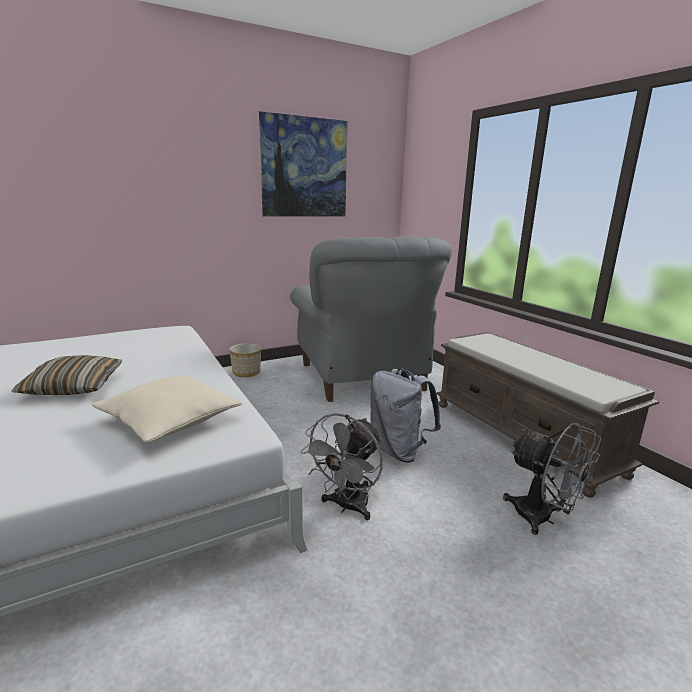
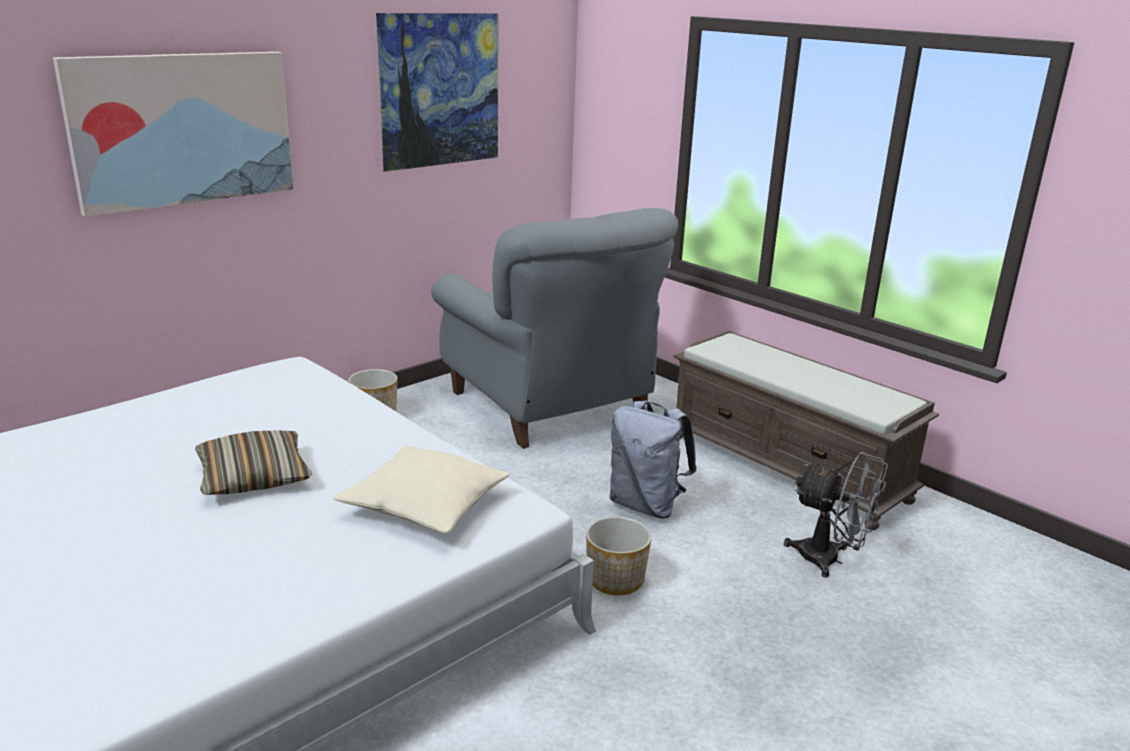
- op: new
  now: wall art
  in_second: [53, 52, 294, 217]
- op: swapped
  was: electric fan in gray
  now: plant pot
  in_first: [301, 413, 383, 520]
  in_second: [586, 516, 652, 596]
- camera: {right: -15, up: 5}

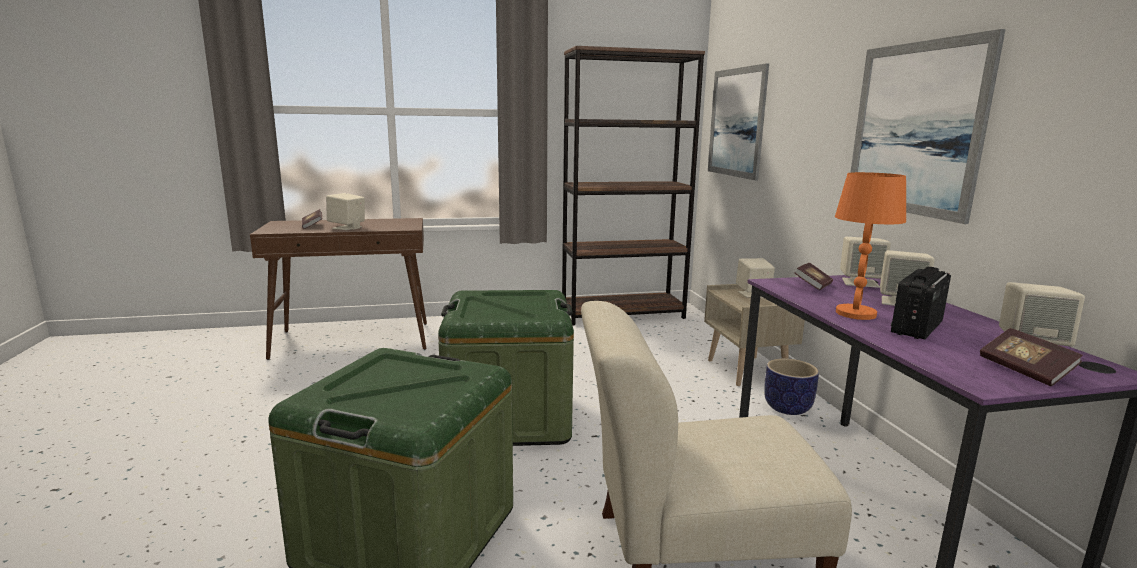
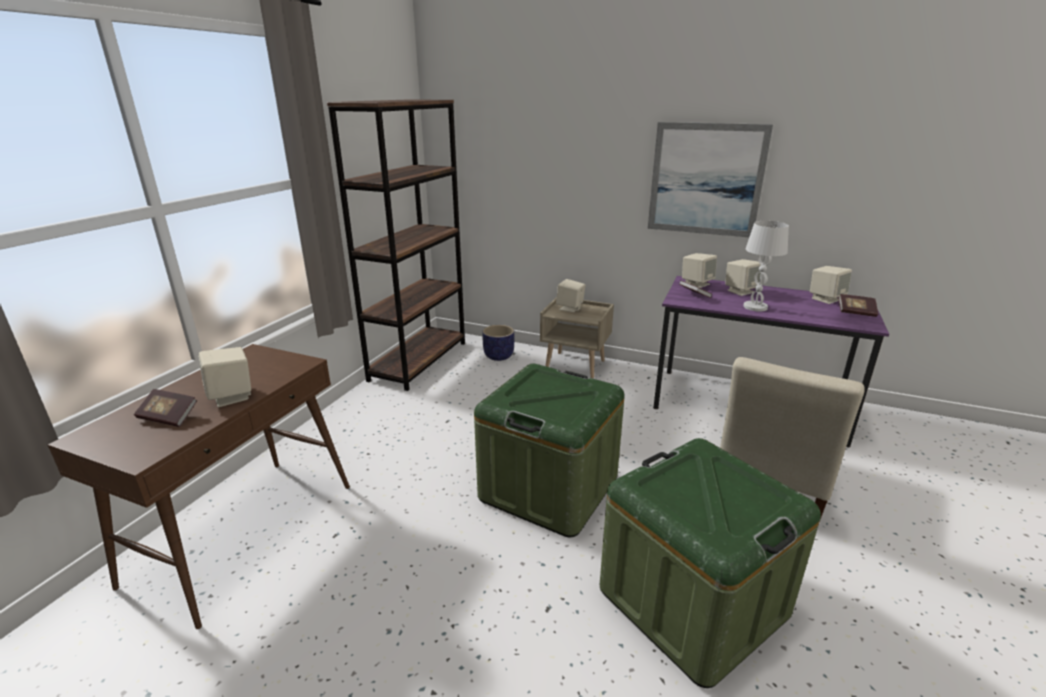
- op: gone
  was: wall art
  in_first: [708, 63, 769, 180]
- op: gone
  was: radio set
  in_first: [891, 267, 951, 339]
- op: shifted
  was: plant pot
  in_first: [764, 358, 819, 415]
  in_second: [482, 325, 514, 361]
- op: repainted
  was: tabletop lamp in orange-coloured
  now: tabletop lamp in white-coloured
  in_first: [835, 172, 906, 320]
  in_second: [743, 221, 789, 312]
- camera: {right: -55, up: 10}

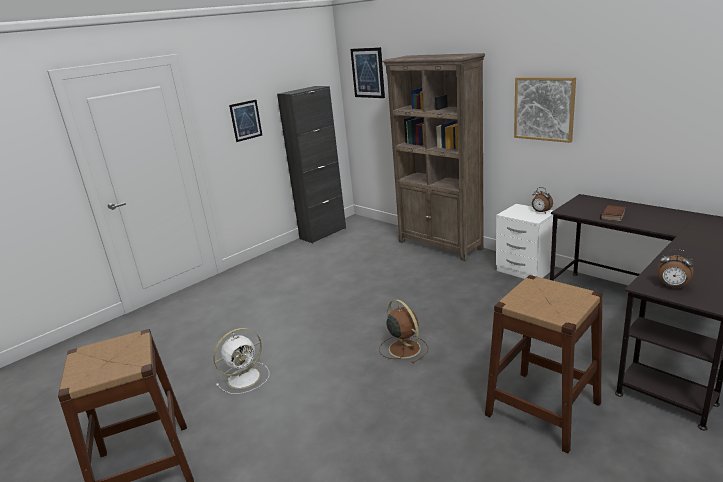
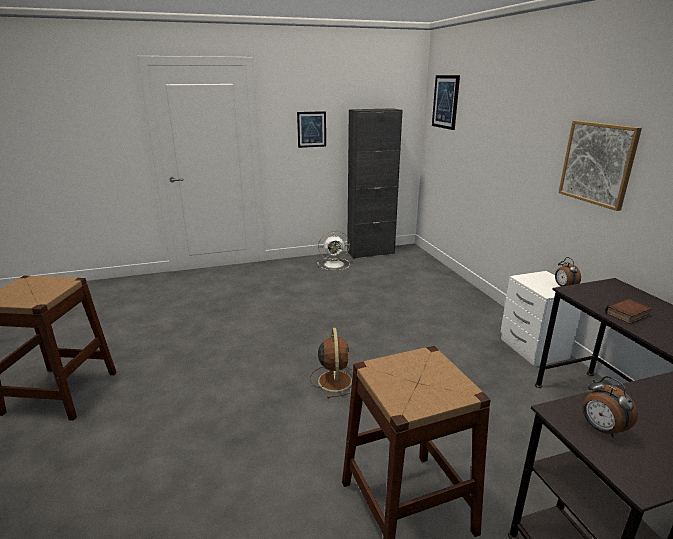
- op: gone
  was: shelving unit in brown-coloured
  in_first: [382, 53, 485, 261]
- op: shifted
  was: electric fan in white-coloured
  in_first: [213, 328, 269, 394]
  in_second: [317, 230, 350, 270]
- camera: {right: 25, up: 0}

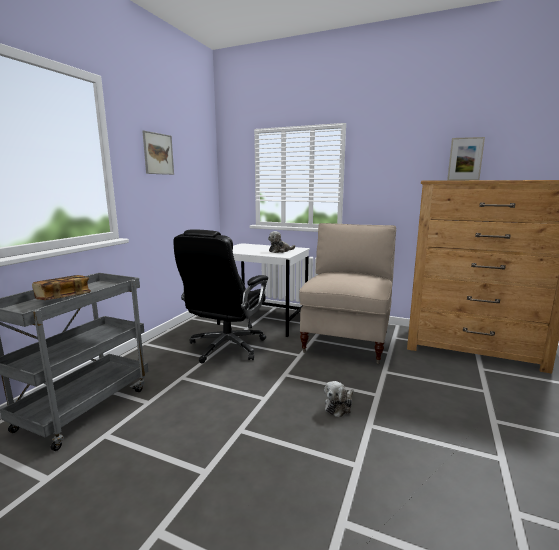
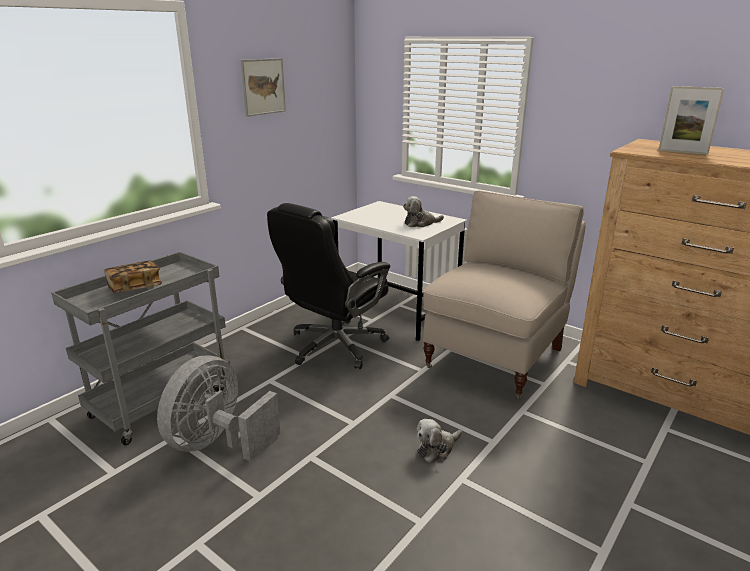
- op: new
  now: electric fan in gray
  in_second: [157, 355, 280, 461]
- camera: {right: 15, up: 10}

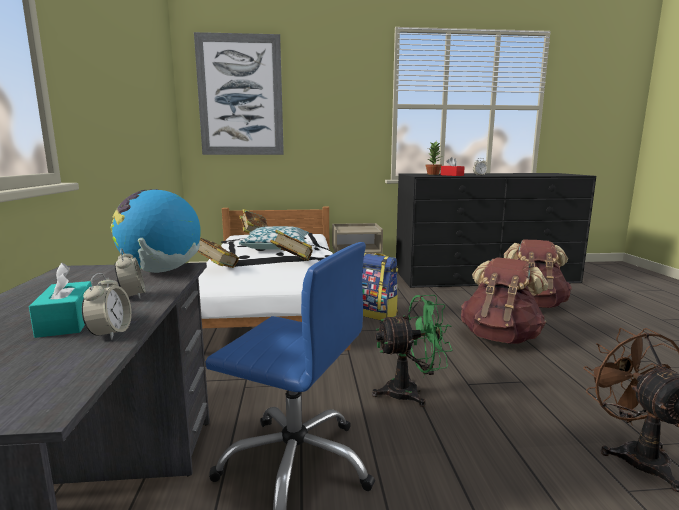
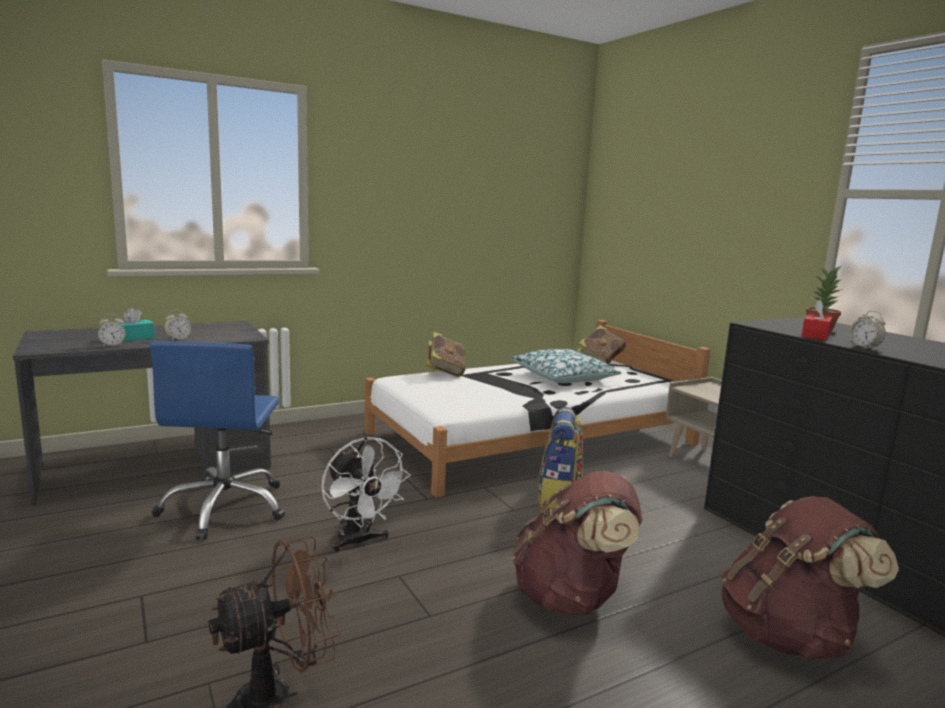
- op: gone
  was: globe
  in_first: [111, 189, 201, 273]
- op: gone
  was: wall art
  in_first: [194, 32, 284, 155]
- op: gone
  was: volume
  in_first: [270, 230, 313, 261]
- op: repainted
  was: electric fan in greenish
  now: electric fan in white-coloured
  in_first: [372, 295, 452, 407]
  in_second: [321, 437, 410, 552]
- camera: {right: 65, up: 0}

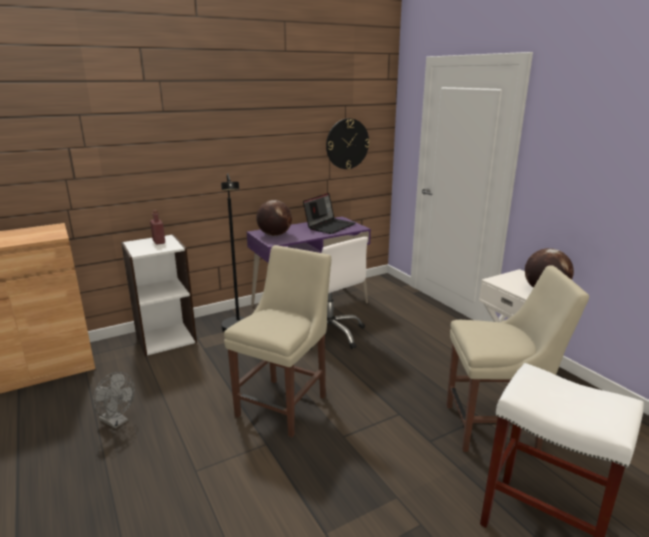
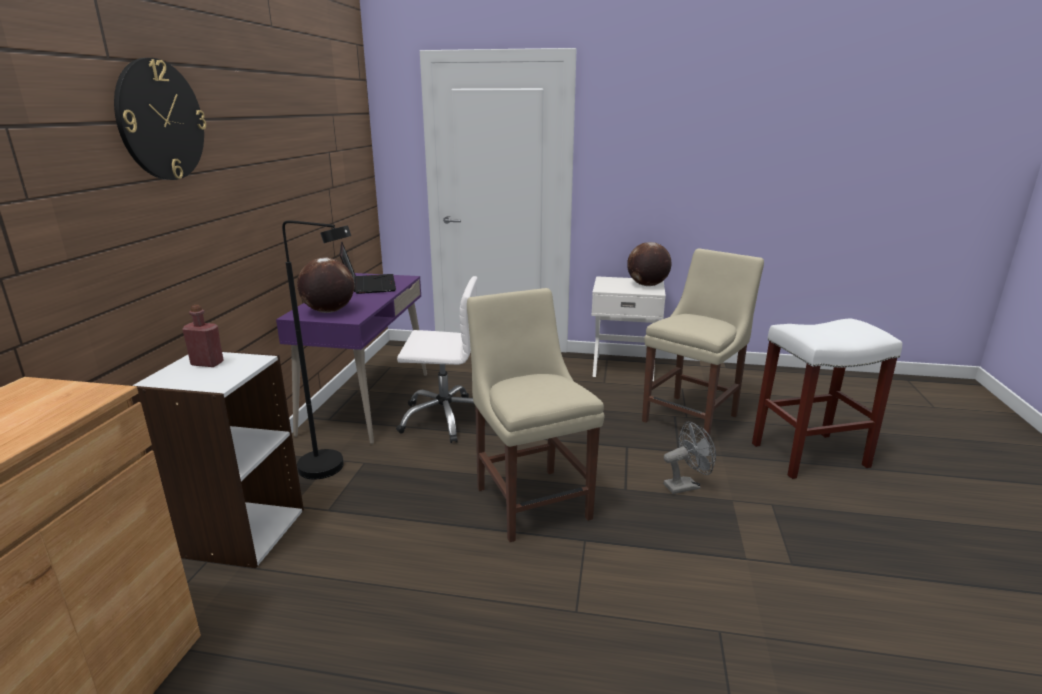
- op: shifted
  was: electric fan in gray
  in_first: [93, 372, 135, 429]
  in_second: [663, 422, 716, 494]
- op: shifted
  was: wall clock
  in_first: [326, 118, 370, 169]
  in_second: [114, 58, 206, 180]
- camera: {right: -50, up: 0}

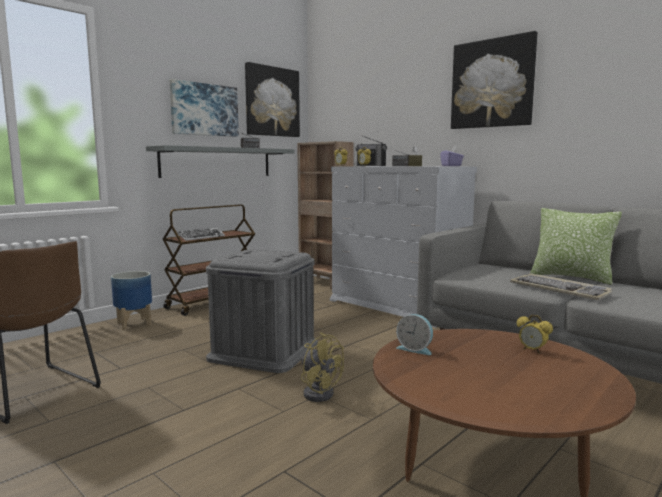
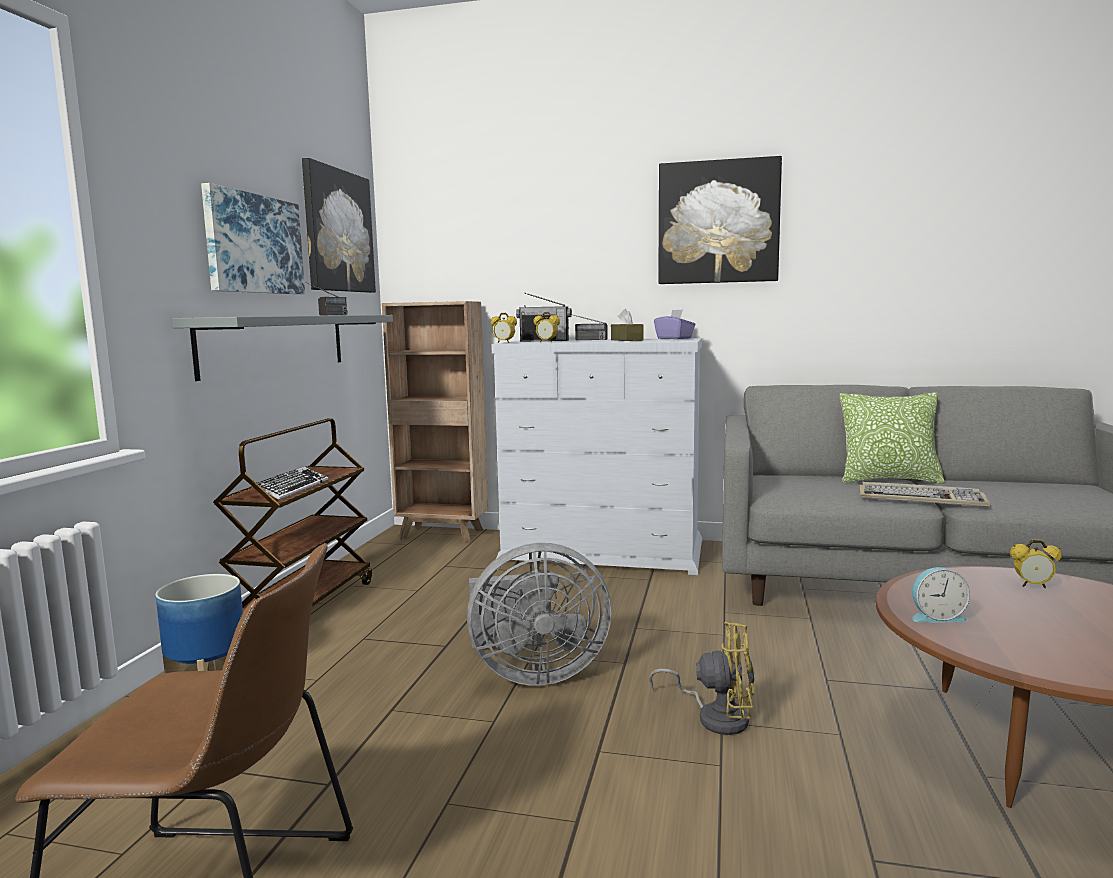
- op: swapped
  was: storage container in gray
  now: electric fan in gray
  in_first: [206, 249, 318, 373]
  in_second: [467, 543, 611, 686]
- camera: {right: -30, up: 0}

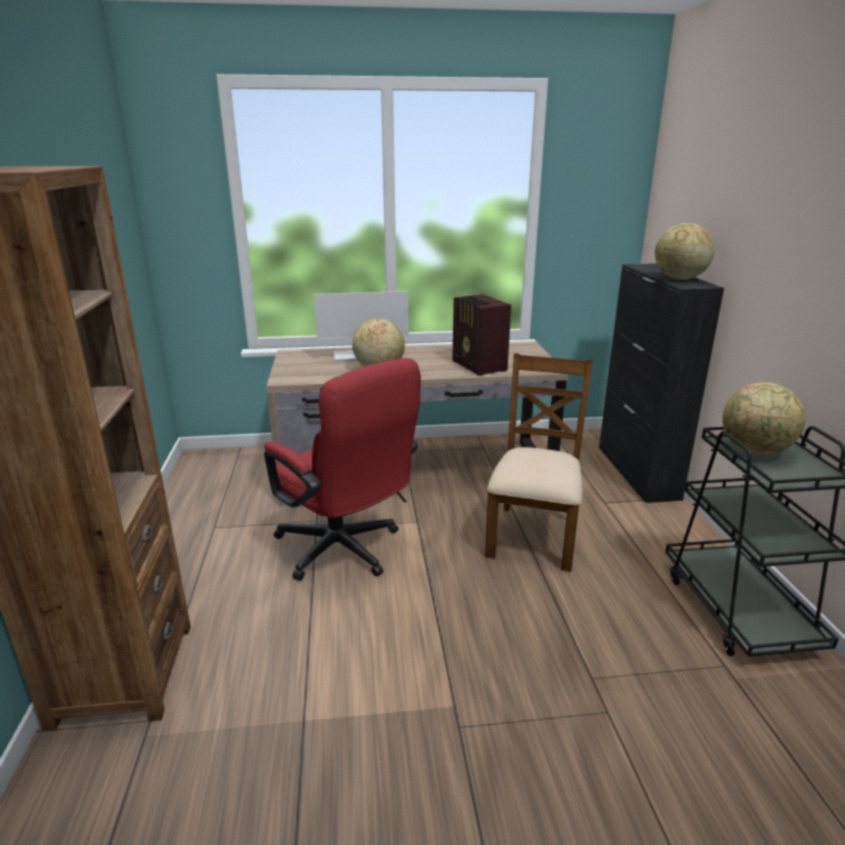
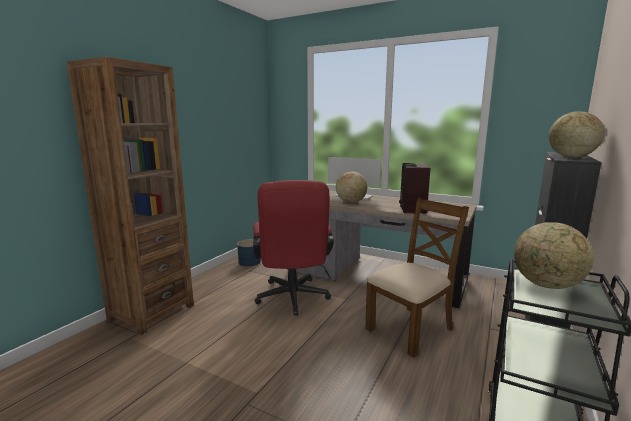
- op: new
  now: plant pot in blue-coloured
  in_second: [237, 239, 261, 266]
- camera: {right: 35, up: -10}

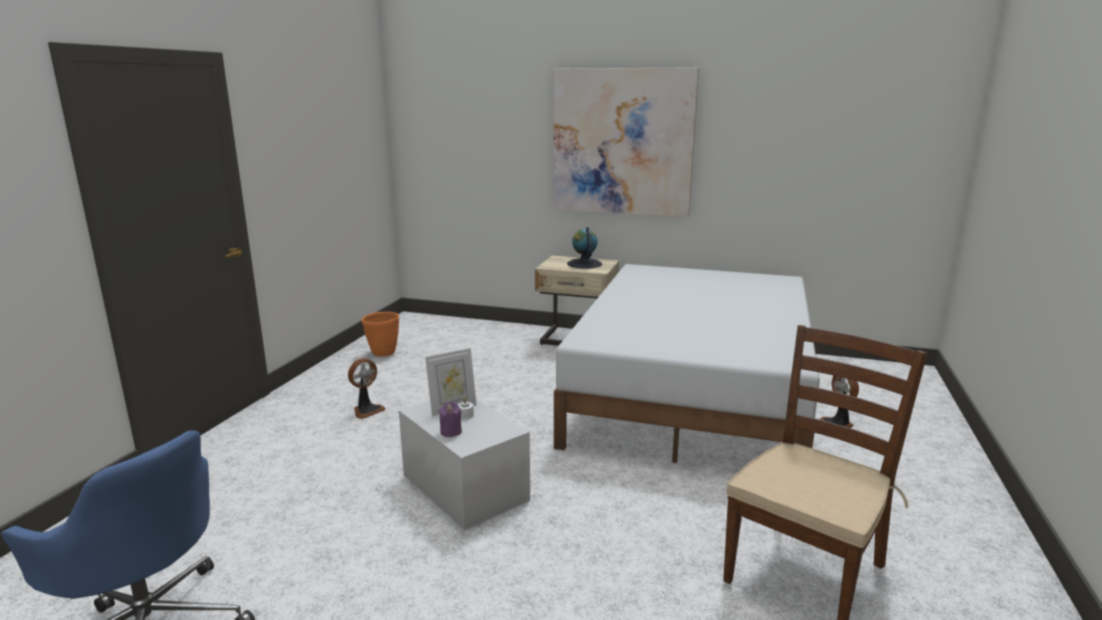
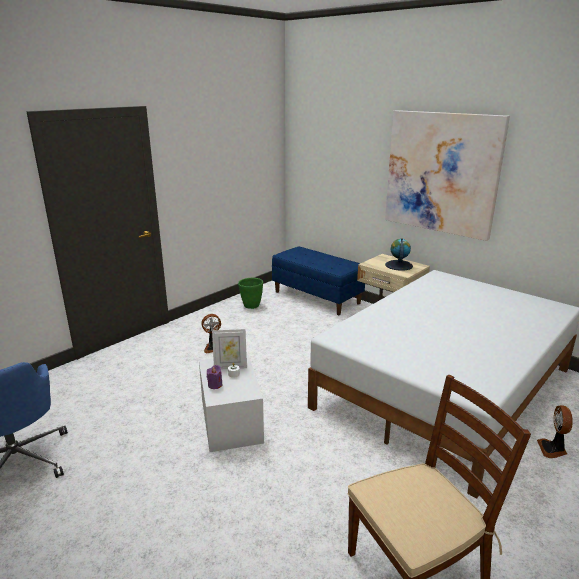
- op: new
  now: bench in blue-coloured
  in_second: [272, 246, 365, 315]
- op: repainted
  was: plant pot in orange-coloured
  now: plant pot in greenish
  in_first: [362, 312, 399, 357]
  in_second: [238, 278, 263, 309]
- camera: {right: 25, up: 5}

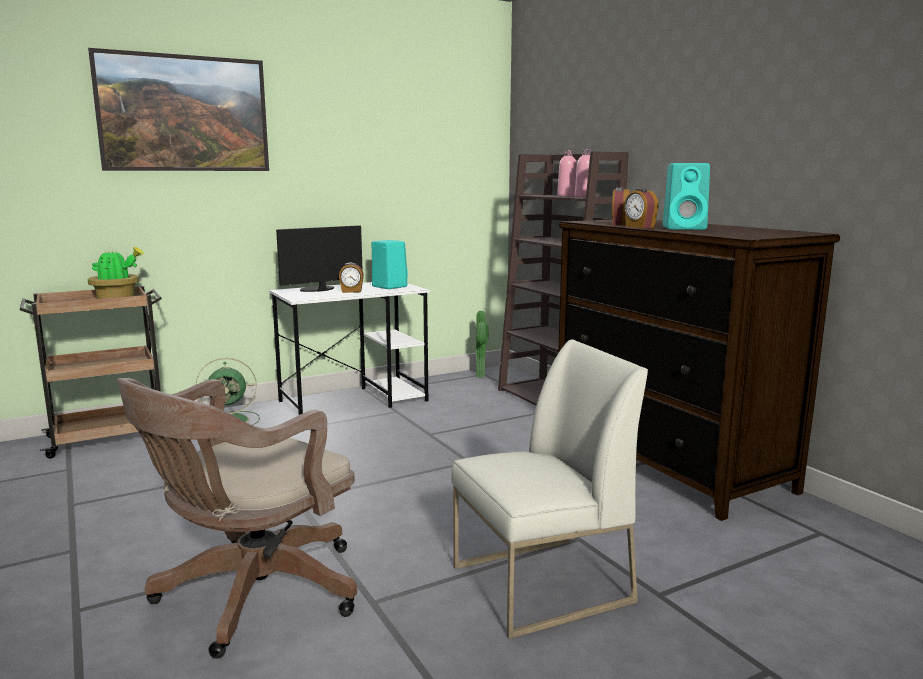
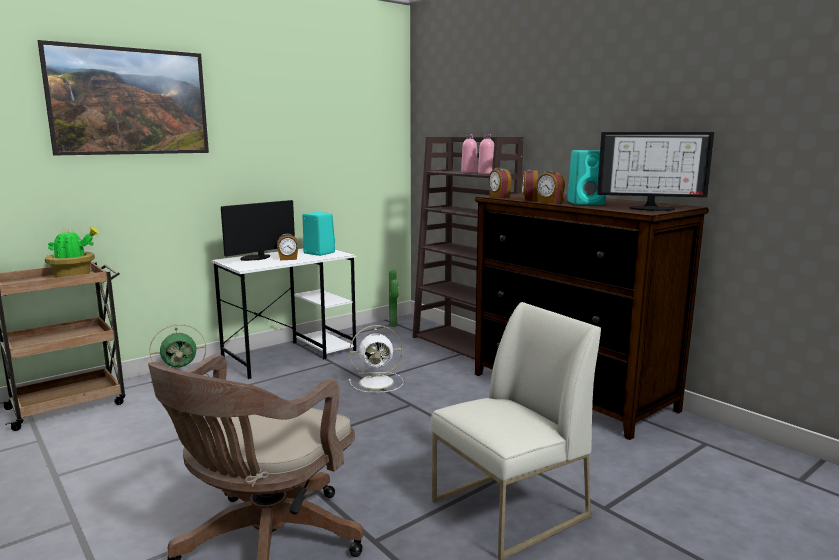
- op: new
  now: electric fan in white-coloured
  in_second: [348, 325, 403, 393]
- op: new
  now: bedside clock
  in_second: [488, 168, 512, 198]
- op: new
  now: monitor
  in_second: [597, 132, 714, 211]
- camera: {right: -10, up: 0}

